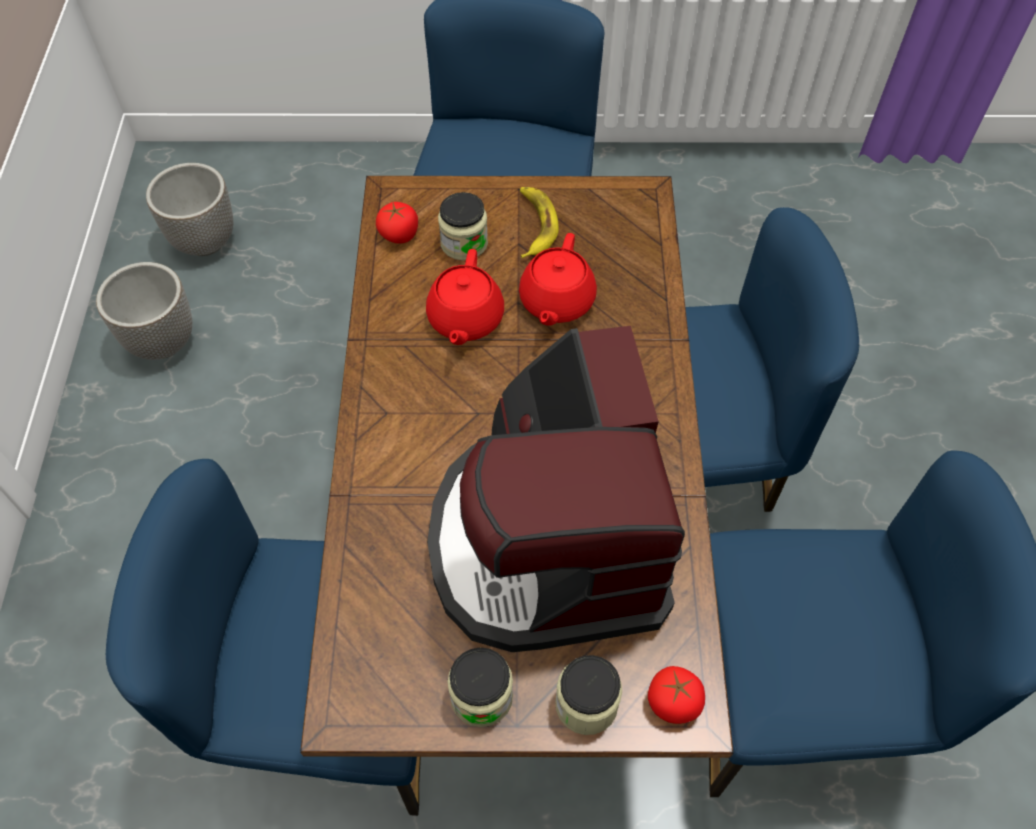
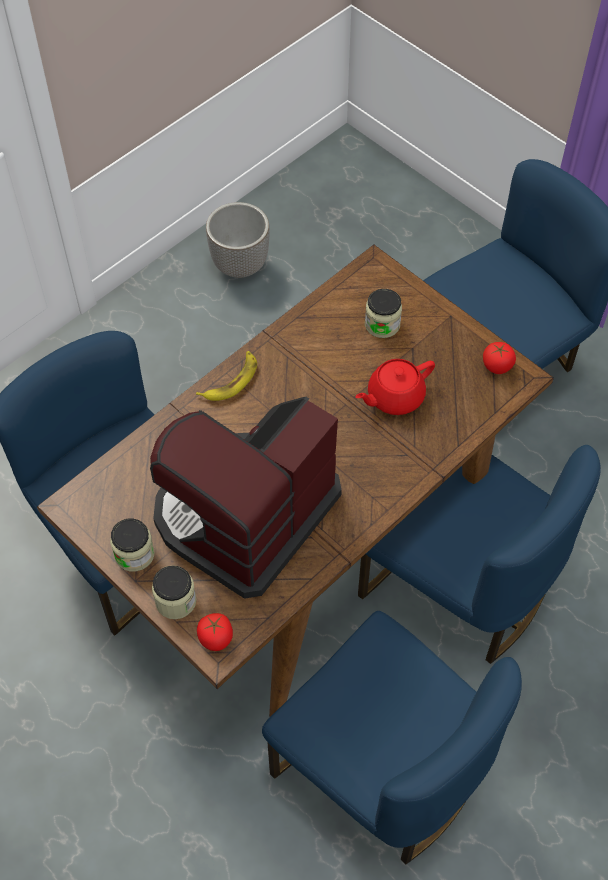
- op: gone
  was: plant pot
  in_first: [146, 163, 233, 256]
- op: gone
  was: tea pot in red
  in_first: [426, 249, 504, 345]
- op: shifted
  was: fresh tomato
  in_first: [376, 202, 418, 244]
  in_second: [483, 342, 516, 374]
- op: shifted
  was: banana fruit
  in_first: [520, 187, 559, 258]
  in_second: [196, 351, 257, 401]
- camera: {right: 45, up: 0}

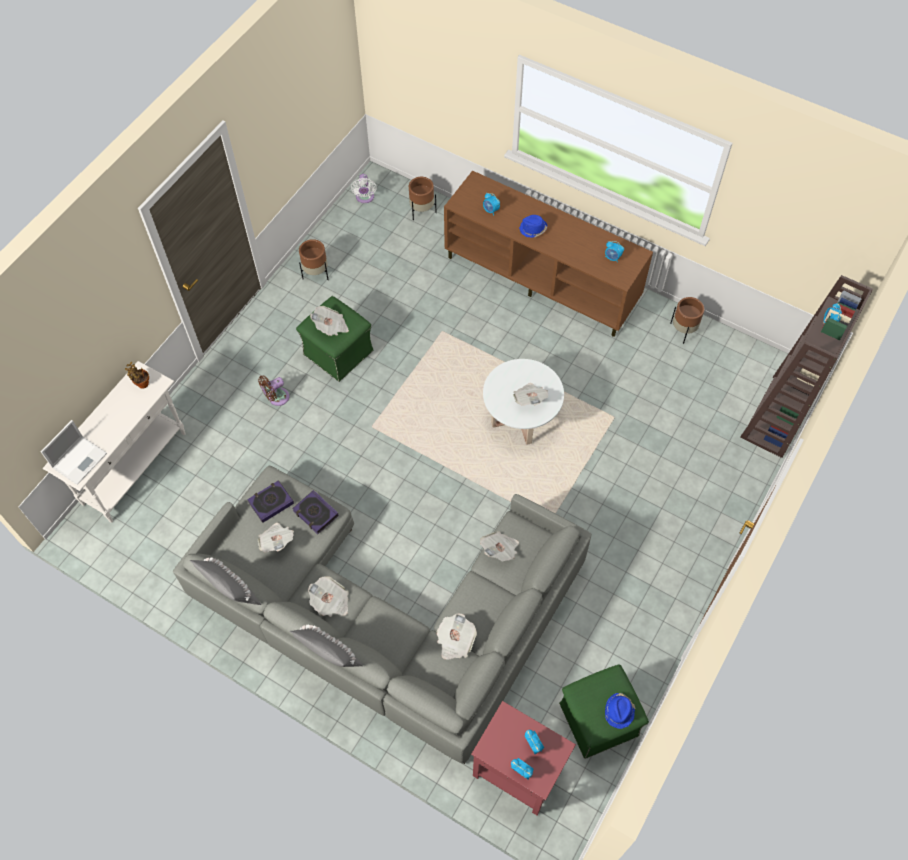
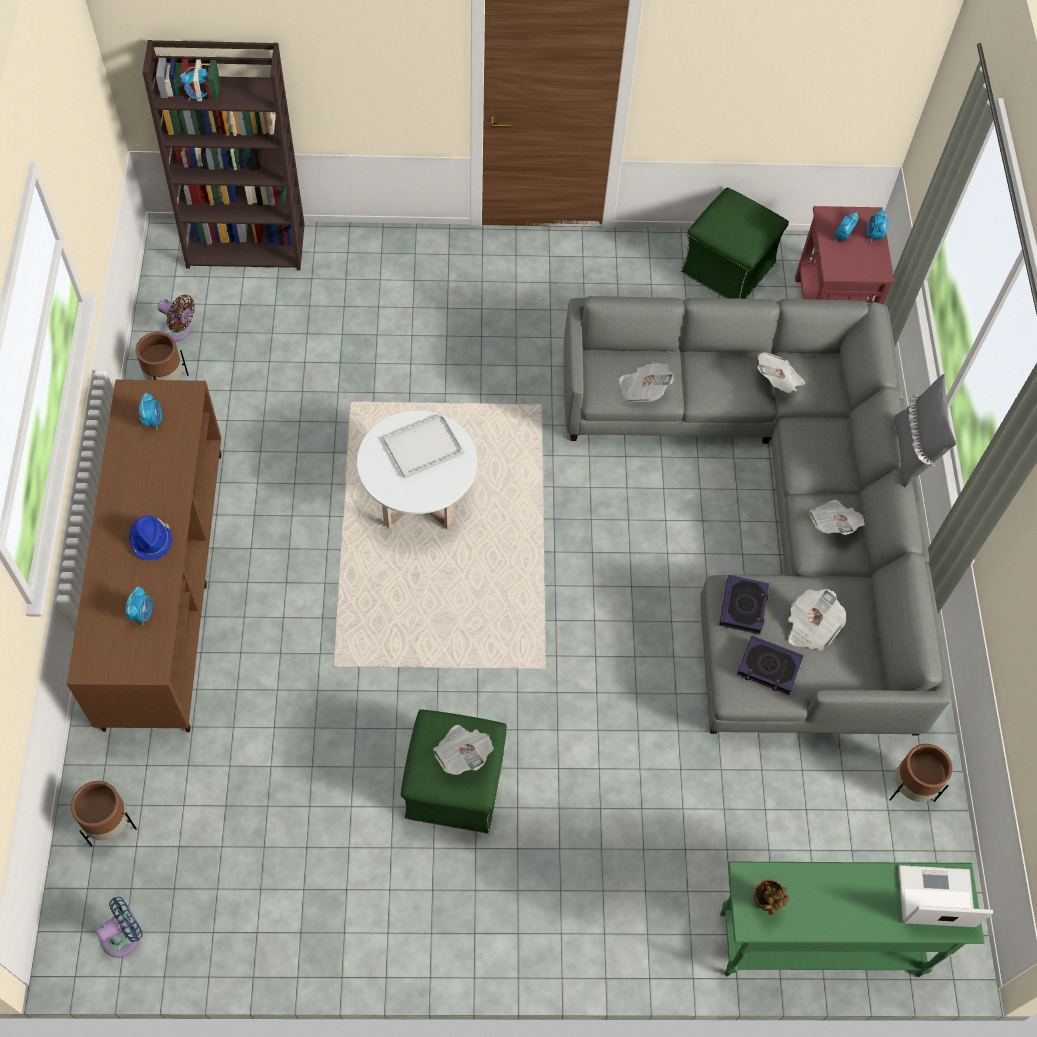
- op: gone
  was: throw pillow in gray
  in_first: [190, 557, 261, 605]
- op: gone
  was: hat in blue-coloured
  in_first: [605, 693, 635, 729]
- op: shifted
  was: electric fan in brown-coloured
  in_first: [258, 375, 289, 406]
  in_second: [158, 295, 195, 342]
- op: shifted
  was: plant pot in brown-coloured
  in_first: [299, 239, 329, 280]
  in_second: [889, 744, 952, 802]
- op: swapped
  was: newspaper
  now: tray in white-coloured
  in_first: [513, 383, 548, 406]
  in_second: [384, 414, 464, 478]
- op: repainted
  was: hall table in white-coloured
  now: hall table in greenish
  in_first: [43, 361, 186, 523]
  in_second: [720, 862, 985, 977]
- op: repainted
  was: electric fan in white-coloured
  now: electric fan in blue-coloured
  in_first: [351, 174, 377, 203]
  in_second: [95, 896, 143, 957]
- camera: {right: -125, up: 0}

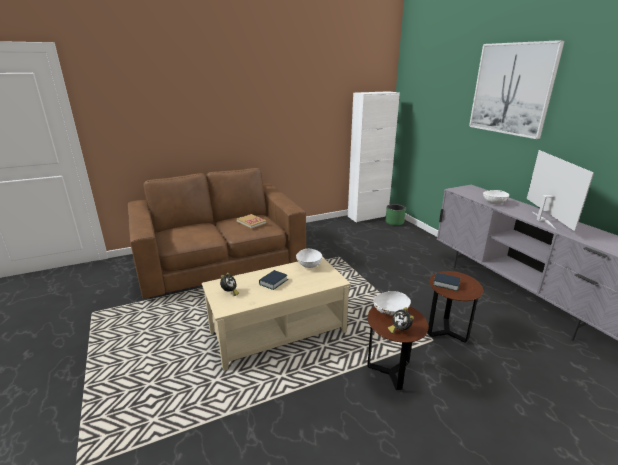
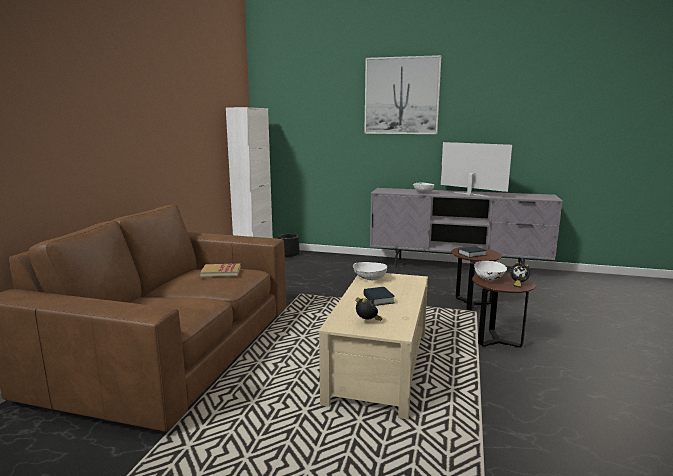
- op: repainted
  was: plant pot in greenish
  now: plant pot in black
  in_first: [385, 204, 406, 226]
  in_second: [277, 233, 300, 257]
- camera: {right: -50, up: -10}

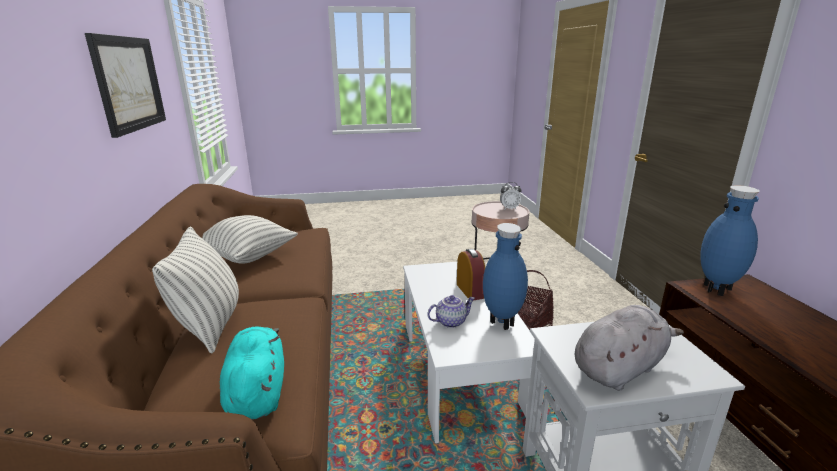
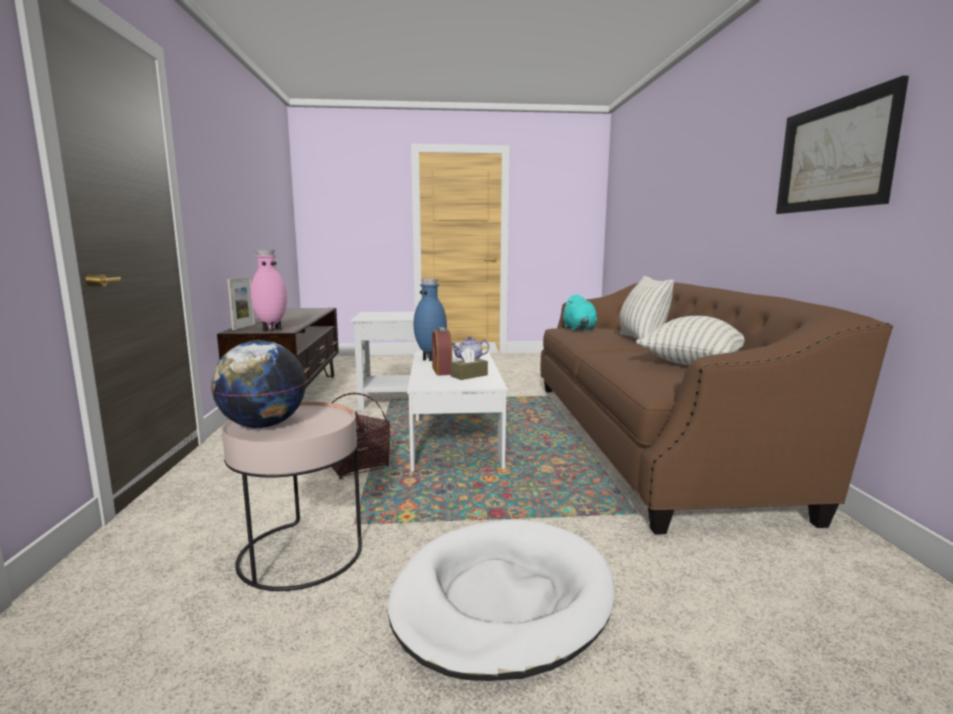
- op: gone
  was: soft toy in gray
  in_first: [575, 305, 684, 391]
- op: new
  now: standing frame
  in_second: [227, 277, 255, 330]
- op: new
  now: pet bed in white-coloured
  in_second: [388, 519, 615, 681]
- op: new
  now: tissue holder in brown-coloured
  in_second: [451, 347, 488, 380]
- op: swapped
  was: bedside clock
  now: globe
  in_first: [500, 182, 522, 210]
  in_second: [211, 340, 306, 428]
- op: repainted
  was: decorative vase in blue-coloured
  now: decorative vase in pink
  in_first: [700, 185, 759, 296]
  in_second: [250, 250, 287, 331]
- camera: {right: -175, up: -10}

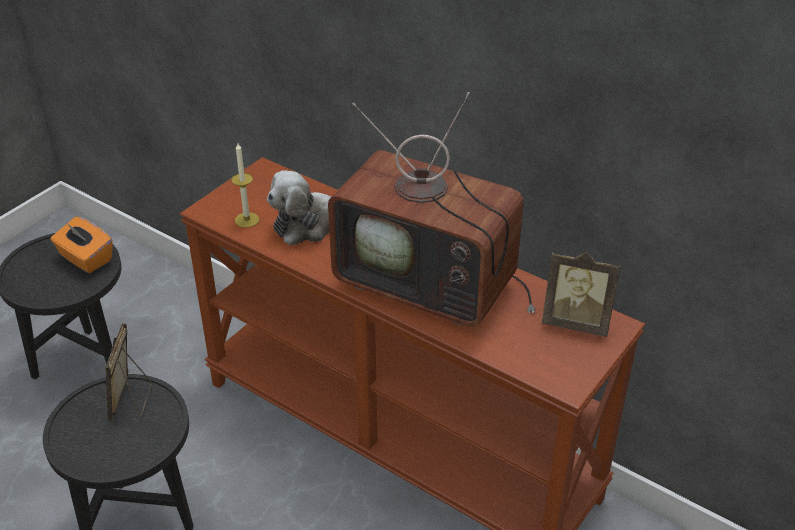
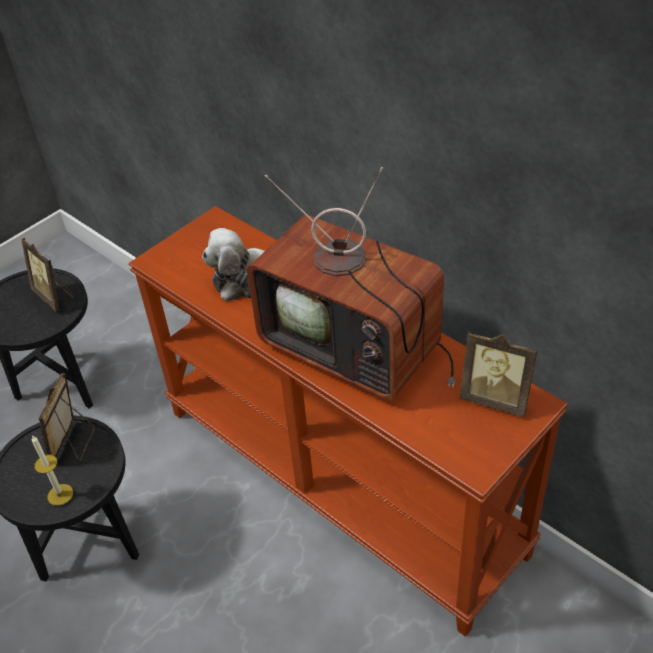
- op: shifted
  was: wax light
  in_first: [231, 143, 259, 228]
  in_second: [32, 435, 73, 506]
- op: swapped
  was: tissue holder in orange-coloured
  now: standing frame
  in_first: [51, 217, 112, 273]
  in_second: [21, 238, 74, 312]
- camera: {right: 10, up: 5}

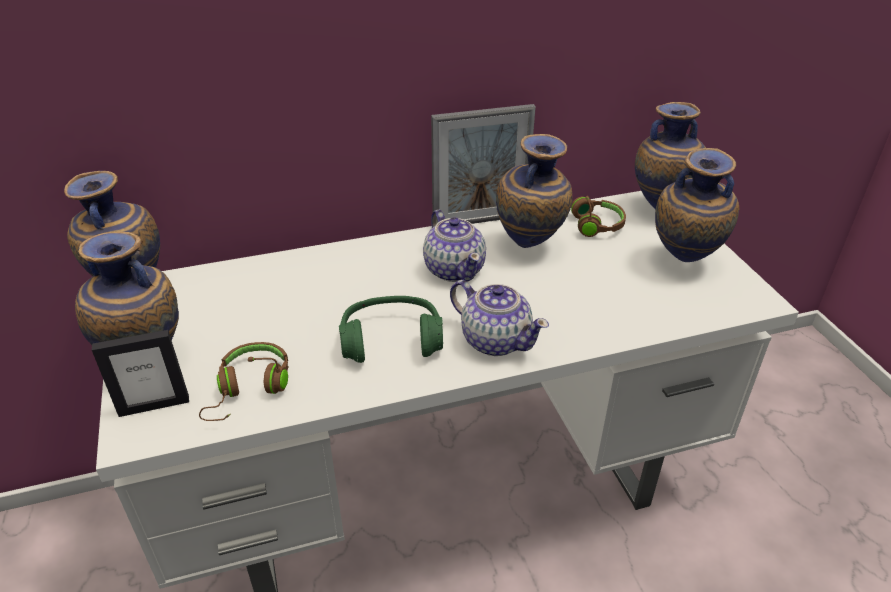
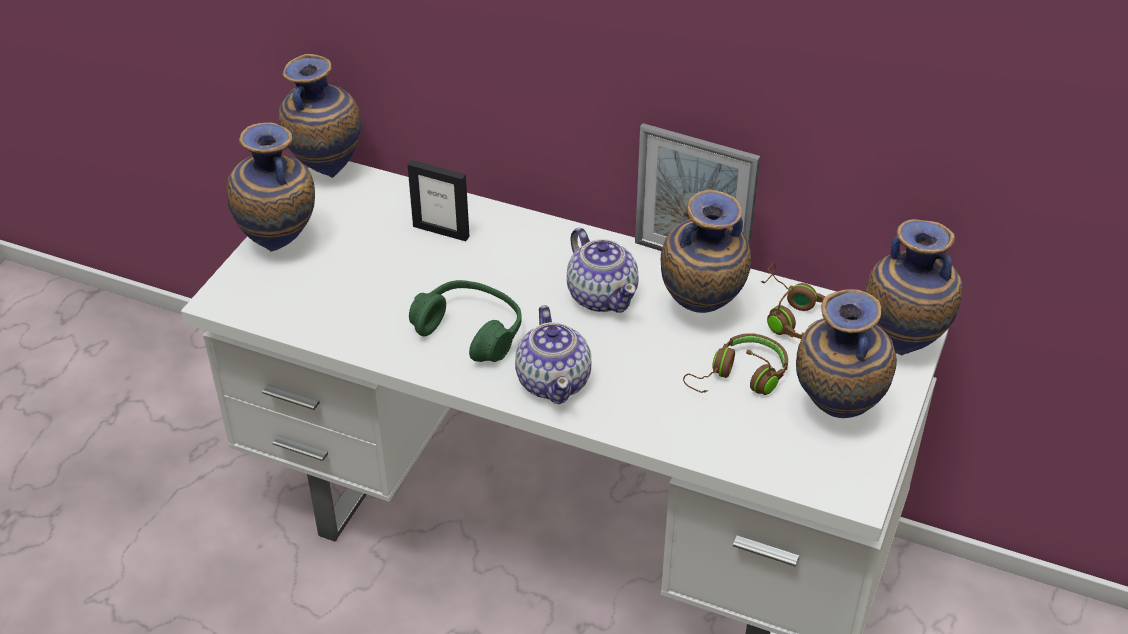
- op: shifted
  was: standing frame
  in_first: [92, 330, 189, 417]
  in_second: [407, 160, 470, 241]
- op: shifted
  was: pair of headphones in brown-coloured
  in_first: [199, 342, 289, 421]
  in_second: [683, 333, 788, 395]
- op: rotated
  was: tea pot
  in_first: [423, 210, 486, 282]
  in_second: [567, 228, 639, 313]
  clockwise: -45
- camera: {right: 40, up: 5}

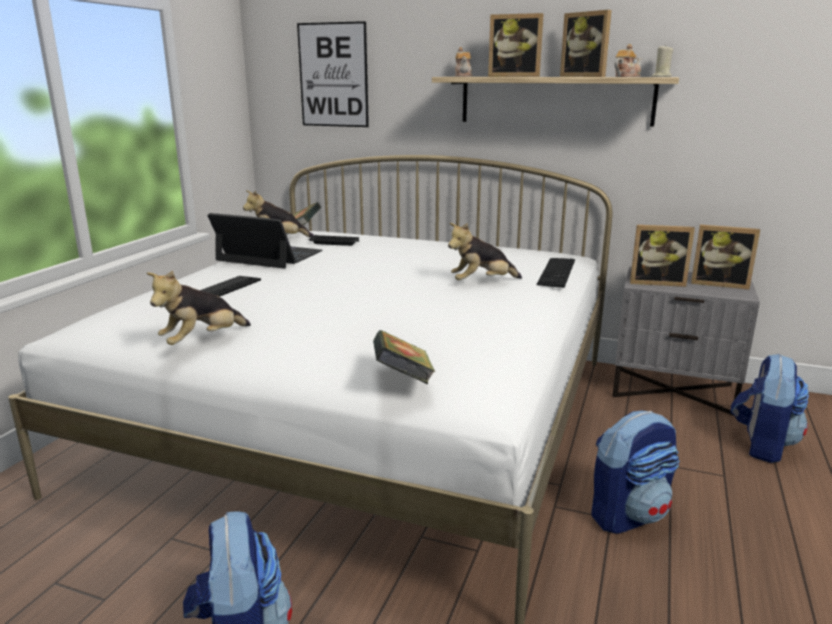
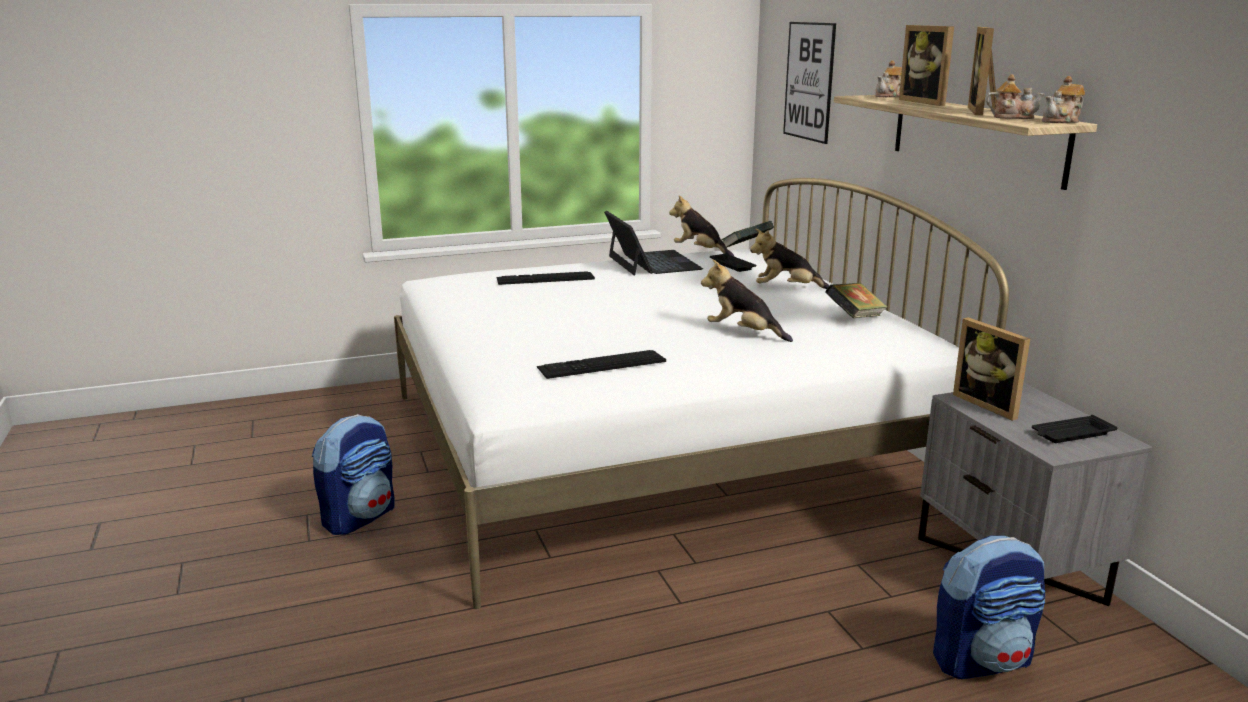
- op: gone
  was: knapsack
  in_first: [591, 411, 680, 534]
- op: shifted
  was: soft toy
  in_first: [147, 270, 251, 345]
  in_second: [750, 228, 829, 289]
- op: shifted
  was: volume
  in_first: [373, 330, 436, 384]
  in_second: [825, 283, 887, 318]
- op: shifted
  was: PC keyboard
  in_first: [536, 258, 575, 288]
  in_second: [537, 350, 666, 379]
- op: swapped
  was: wax light in beige
  now: tea pot
  in_first: [651, 44, 673, 77]
  in_second: [1042, 76, 1085, 123]
- op: swapped
  was: standing frame
  now: tray in black
  in_first: [691, 225, 760, 290]
  in_second: [1032, 415, 1118, 443]
- camera: {right: 50, up: 0}

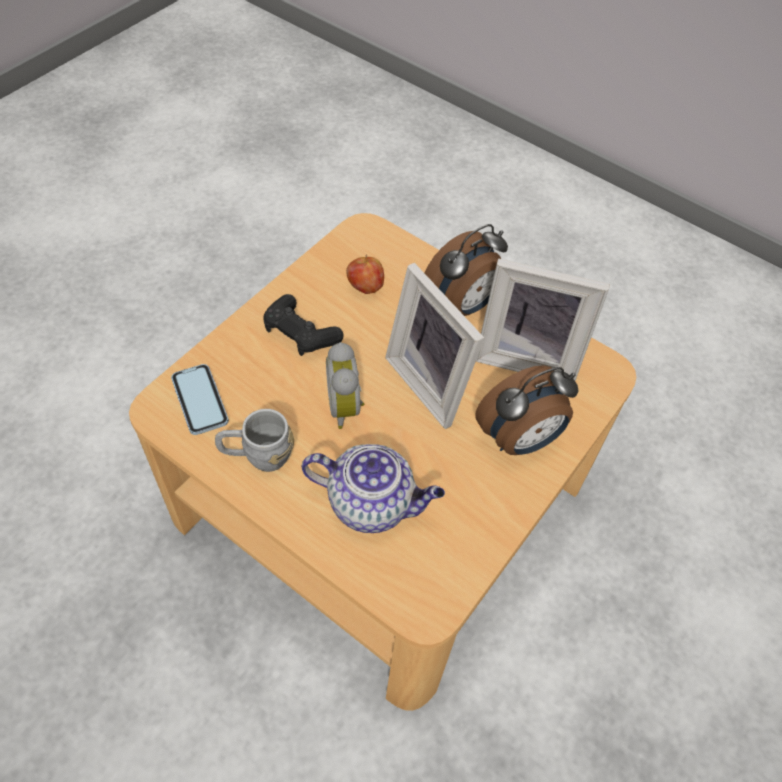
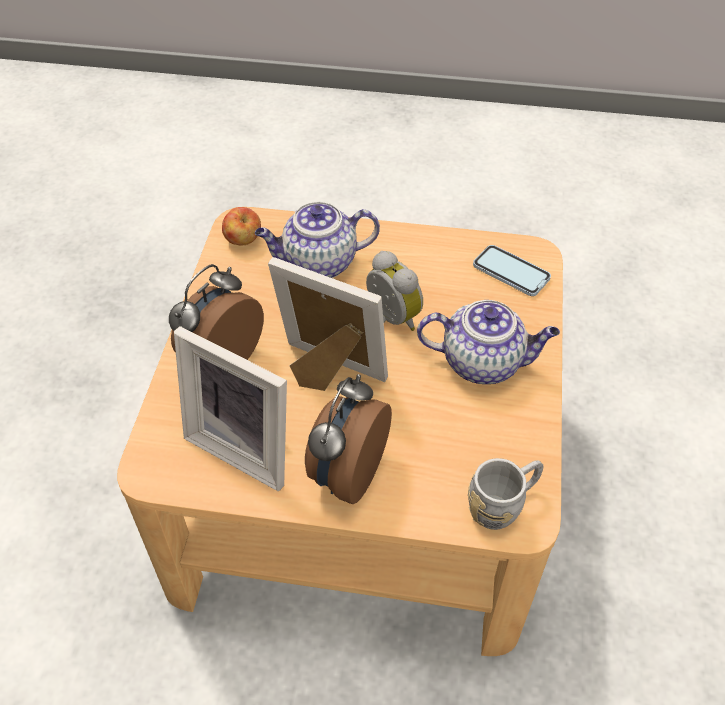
- op: shifted
  was: tea mug in gray
  in_first: [215, 409, 294, 472]
  in_second: [468, 458, 543, 530]
- op: shifted
  was: apple fruit
  in_first: [346, 255, 384, 294]
  in_second: [222, 207, 261, 246]
- op: swapped
  was: gamepad in black
  now: tea pot
  in_first: [263, 294, 344, 356]
  in_second: [417, 300, 560, 384]
- op: rotated
  was: standing frame
  in_first: [476, 258, 610, 381]
  in_second: [174, 326, 287, 491]
  clockwise: -135
- camera: {right: 155, up: -5}

